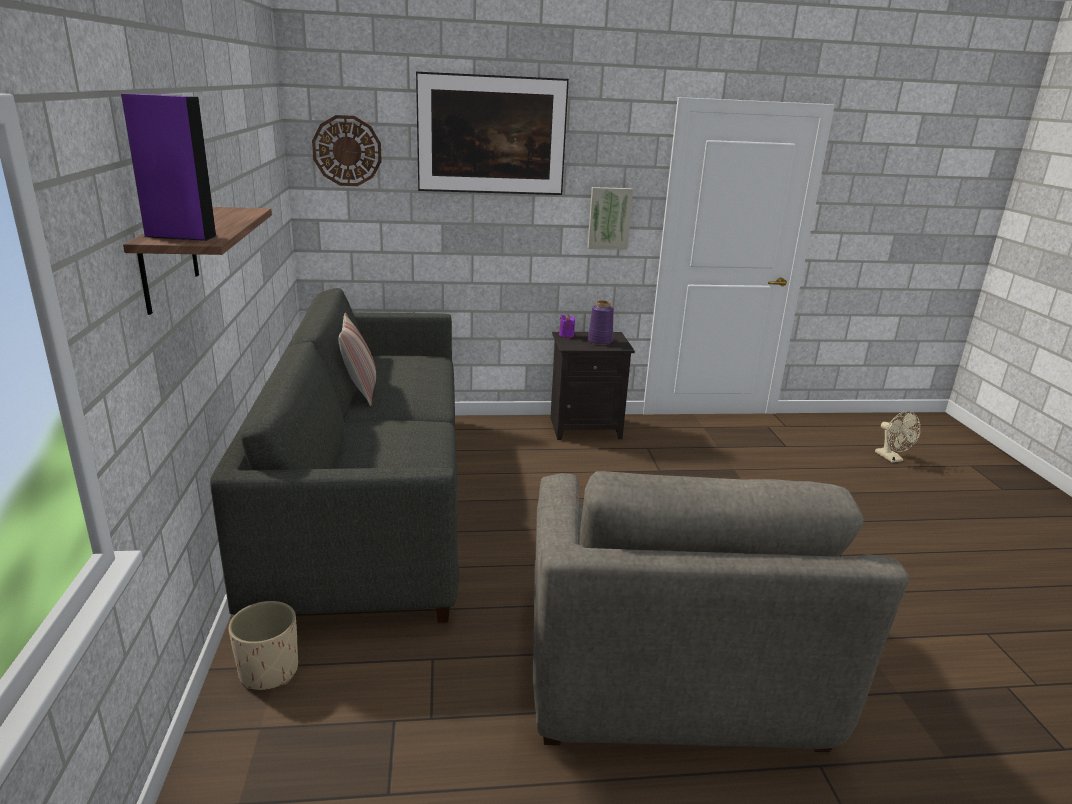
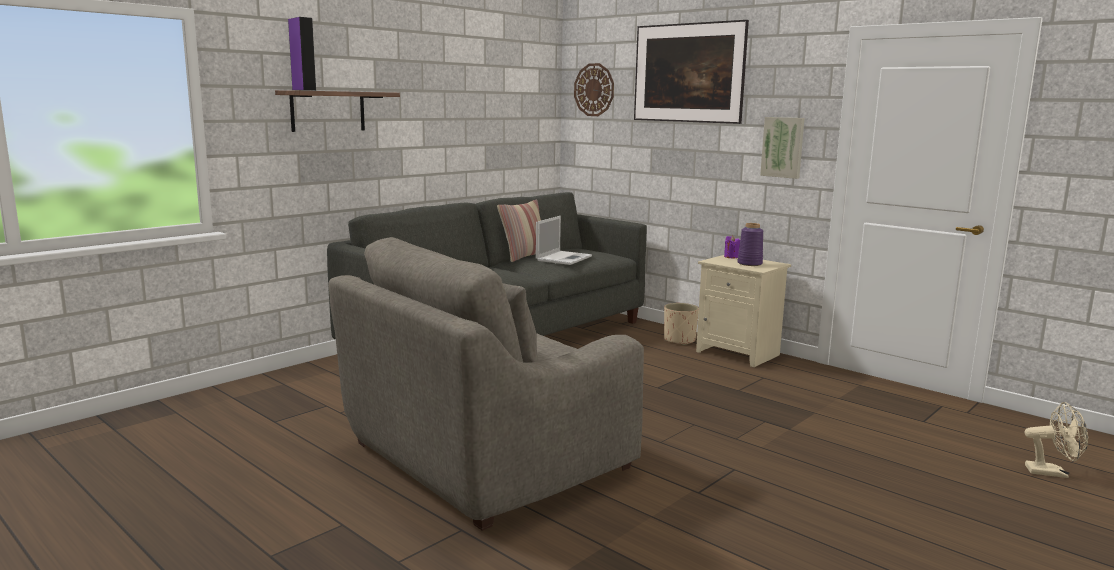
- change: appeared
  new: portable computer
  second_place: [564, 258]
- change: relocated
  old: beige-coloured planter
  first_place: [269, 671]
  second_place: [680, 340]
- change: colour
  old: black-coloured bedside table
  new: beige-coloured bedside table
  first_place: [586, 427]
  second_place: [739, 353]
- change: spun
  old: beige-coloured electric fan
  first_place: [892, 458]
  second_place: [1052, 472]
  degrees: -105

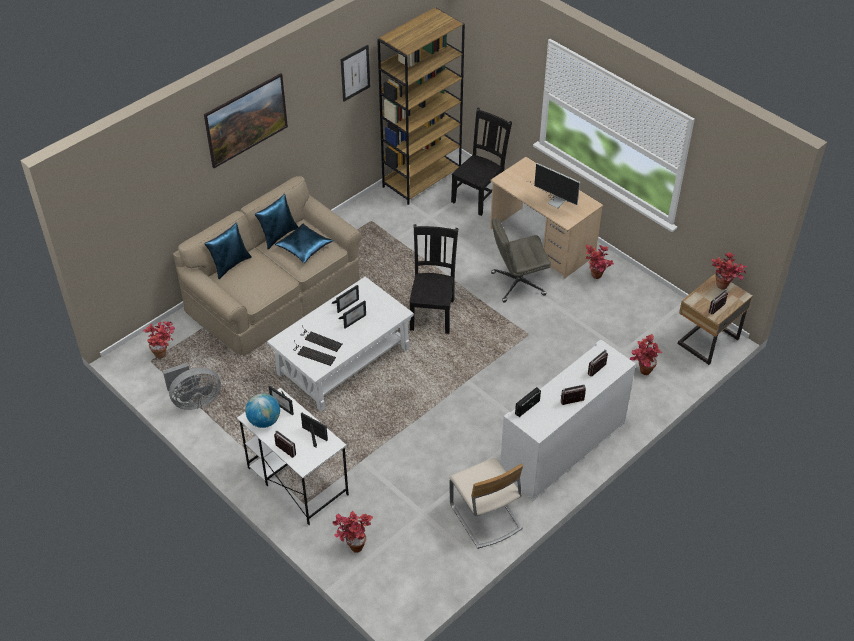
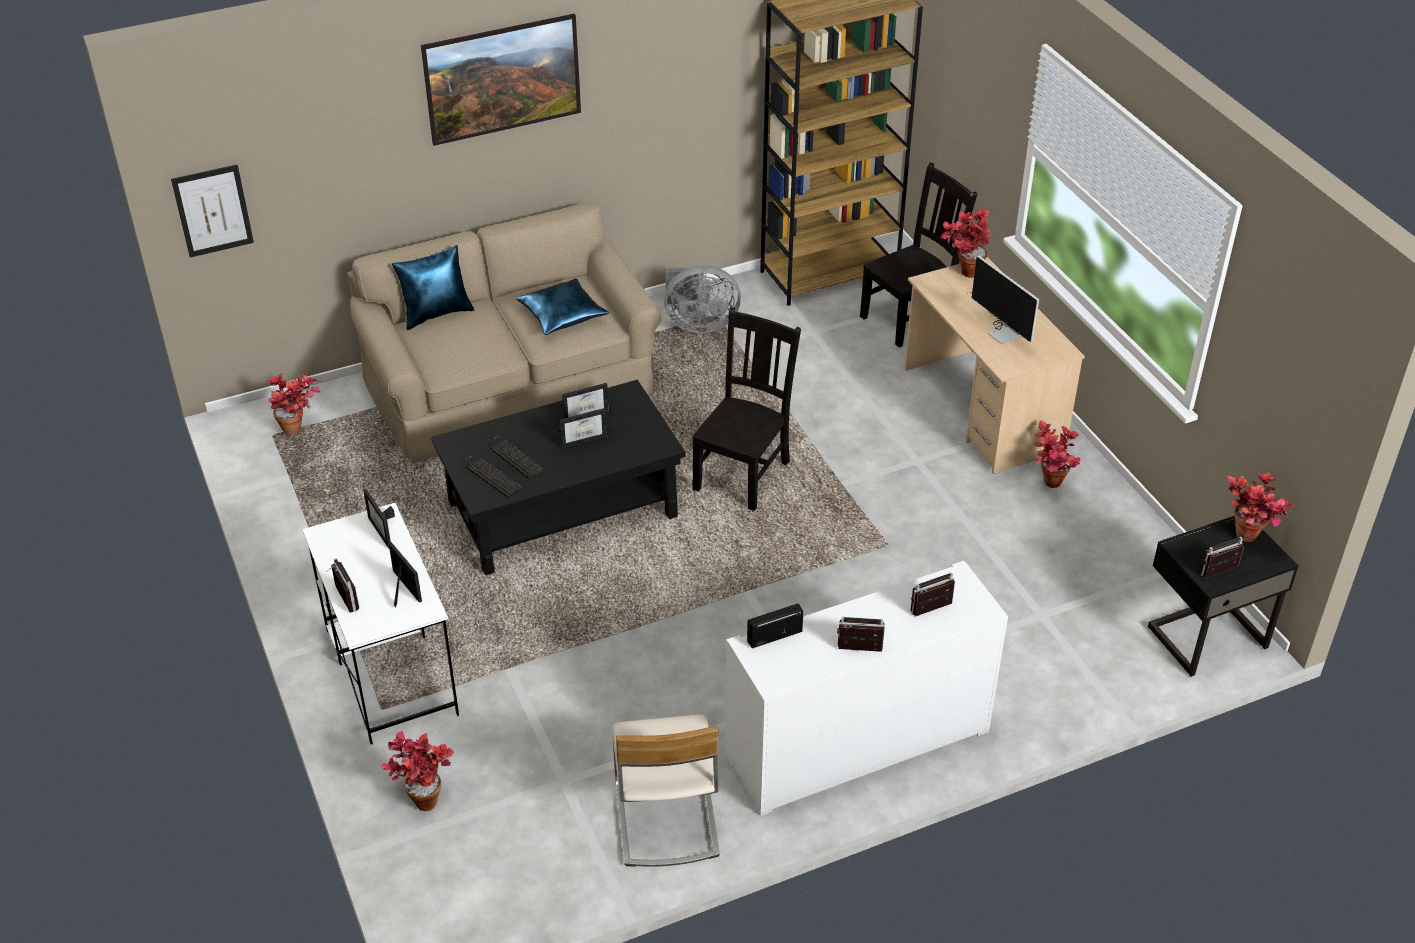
- change: missing
  old: globe
  first_place: [264, 421]
- change: missing
  old: blue cushion
  first_place: [278, 235]
- change: missing
  old: greyish desk chair
  first_place: [517, 284]
- change: relocated
  old: greyish electric fan
  first_place: [194, 401]
  second_place: [699, 324]
- change: relocated
  old: wall picture
  first_place: [355, 73]
  second_place: [213, 211]
- change: relocated
  old: plant in a pot
  first_place: [641, 372]
  second_place: [962, 272]
- change: colour
  old: white lounge table
  new: black-coloured lounge table
  first_place: [343, 360]
  second_place: [563, 509]
- change: colour
  old: beige-coloured bedside table
  new: black-coloured bedside table
  first_place: [706, 341]
  second_place: [1204, 636]

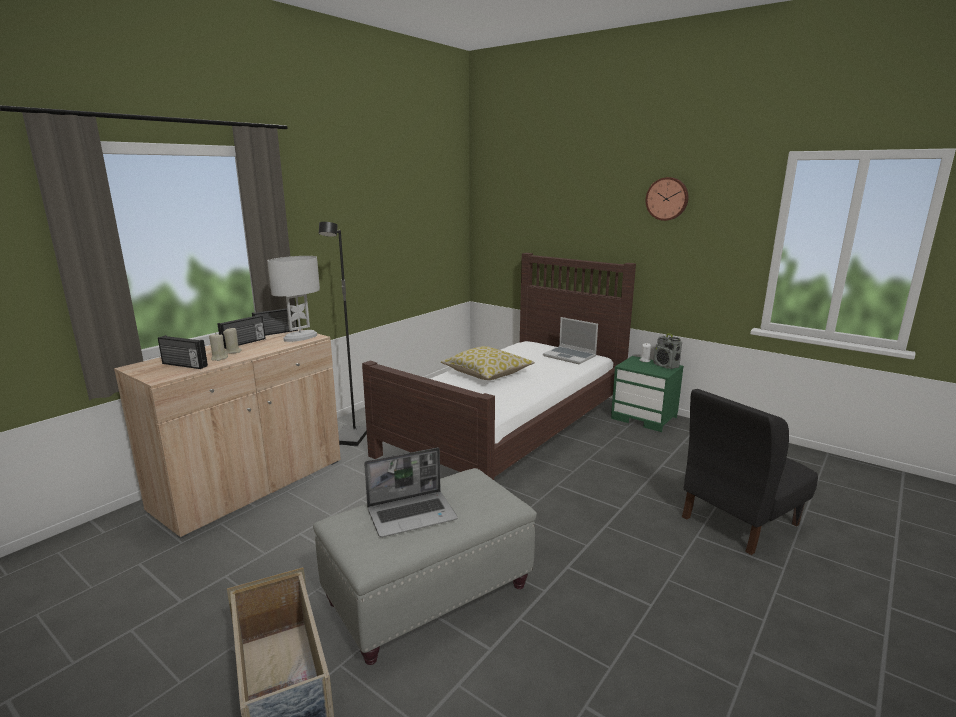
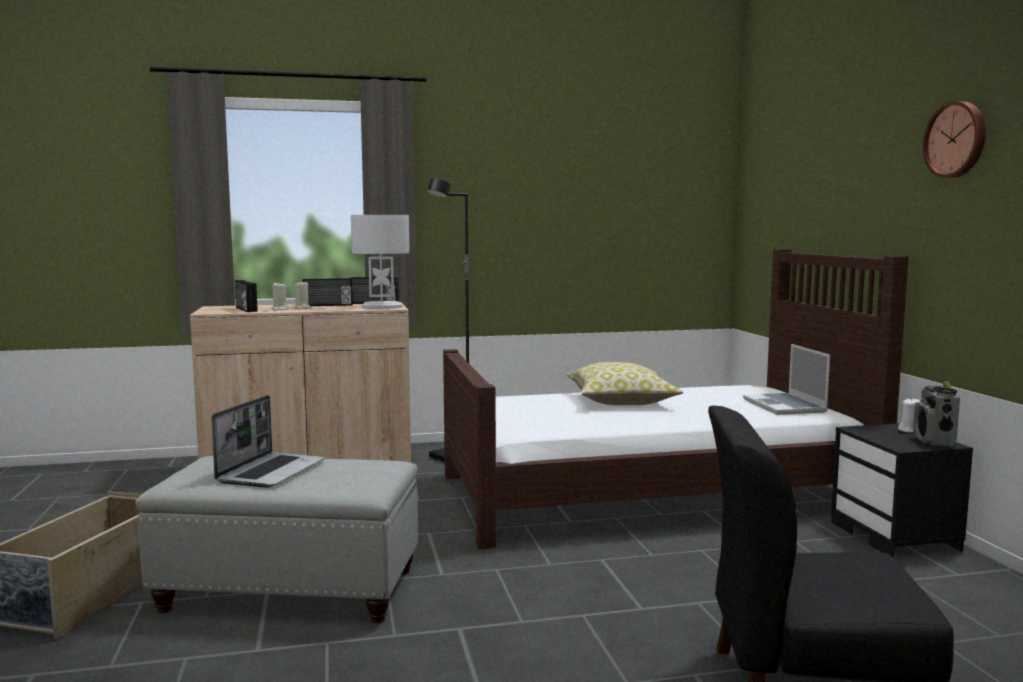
- change: colour
  old: green bedside table
  new: black-coloured bedside table
  first_place: [645, 418]
  second_place: [896, 536]
- change: spun
  old: portable computer
  first_place: [412, 514]
  second_place: [271, 471]
  degrees: -90

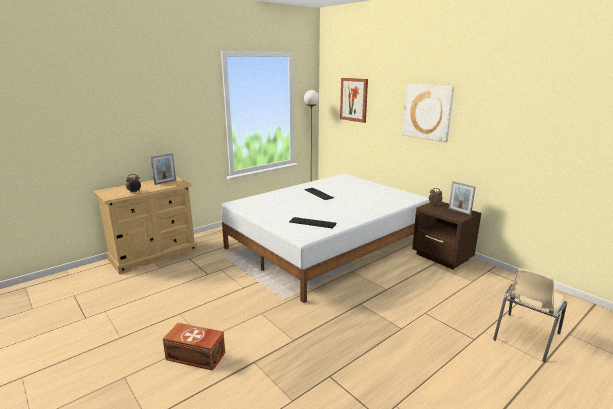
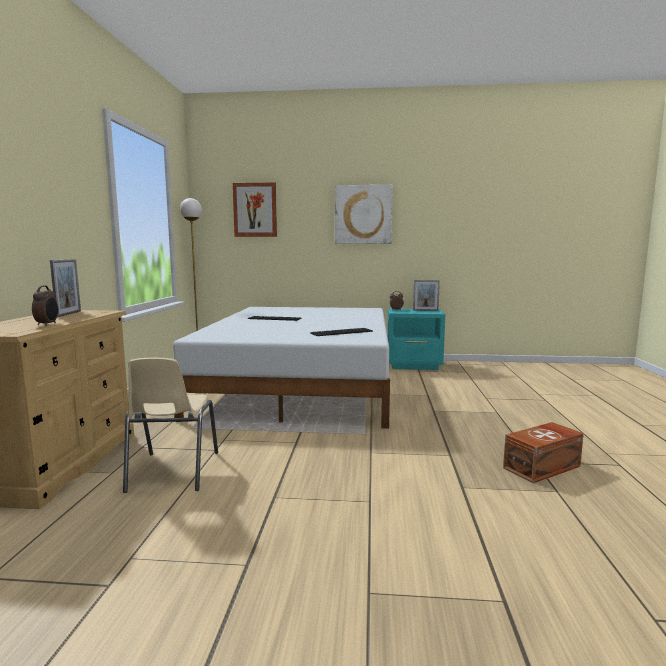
- change: relocated
  old: brown storage container
  first_place: [196, 356]
  second_place: [543, 467]
- change: relocated
  old: beige-coloured plain chair
  first_place: [525, 337]
  second_place: [172, 472]
- change: colour
  old: brown bedside table
  new: turquoise bedside table
  first_place: [442, 257]
  second_place: [414, 365]

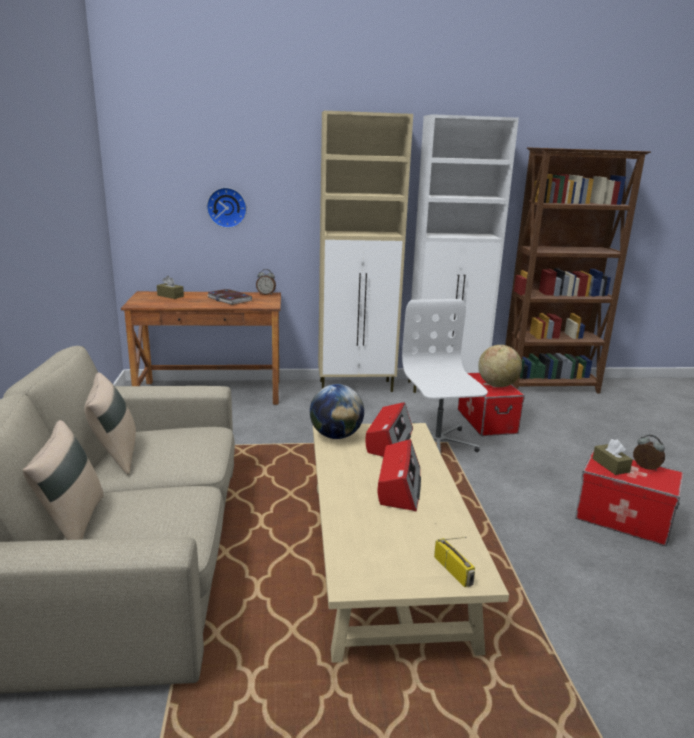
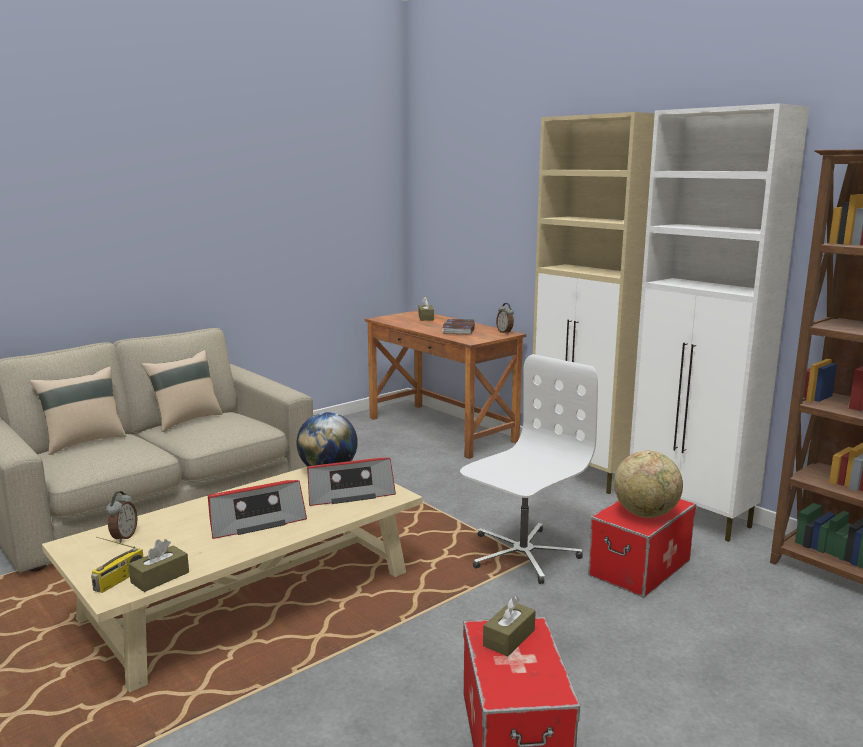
- change: missing
  old: clock on the wall
  first_place: [227, 207]
- change: appeared
  new: brown box of tissues
  second_place: [160, 577]
- change: relocated
  old: table clock
  first_place: [645, 468]
  second_place: [123, 537]

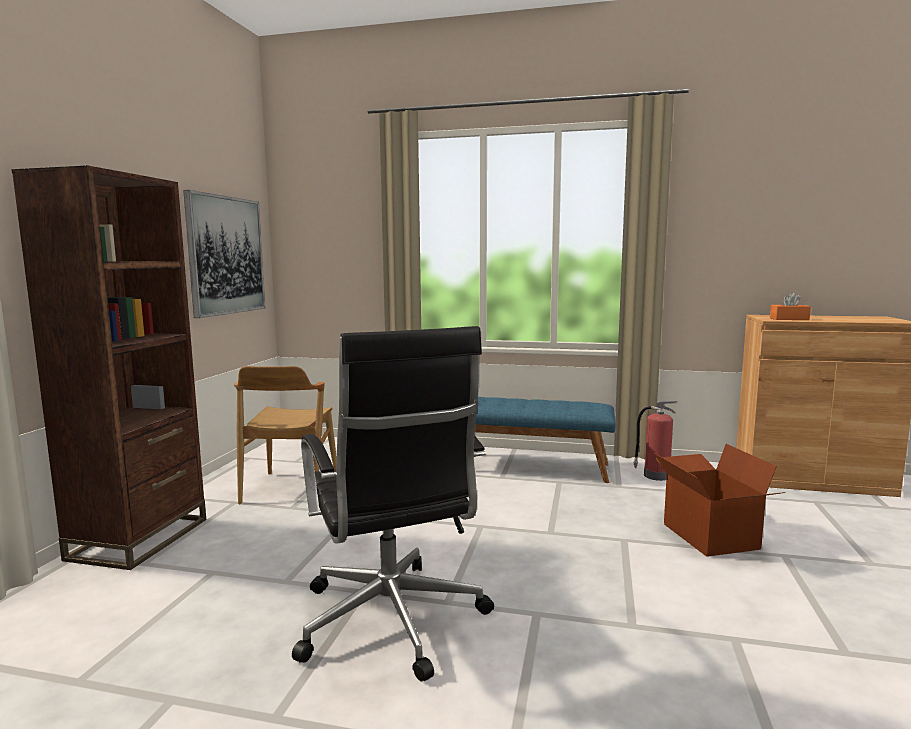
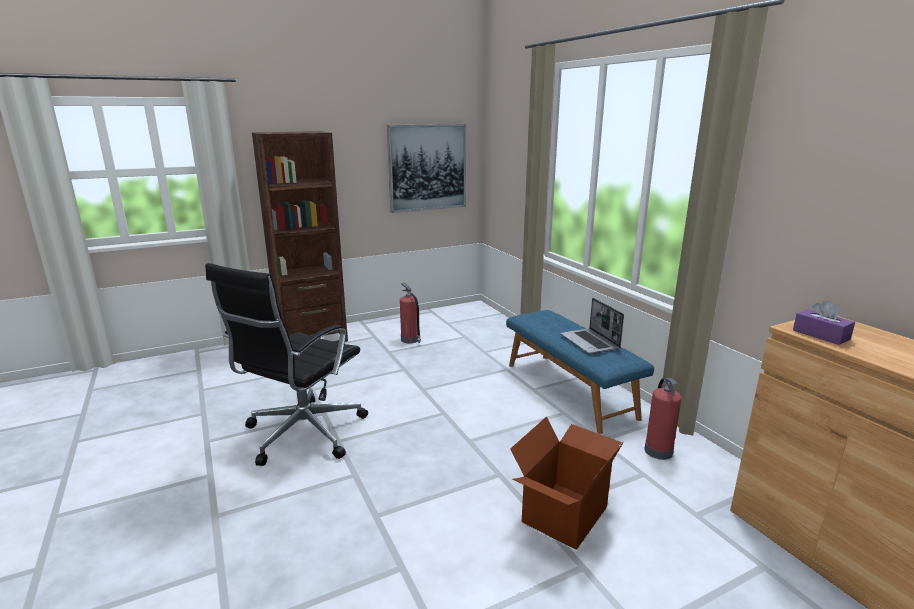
- change: appeared
  new: portable computer
  second_place: [590, 342]
- change: exchanged
  old: brown plain chair
  new: extinguisher
  first_place: [290, 488]
  second_place: [410, 340]
- change: colour
  old: orangey box of tissues
  new: purplish box of tissues
  first_place: [789, 319]
  second_place: [820, 335]

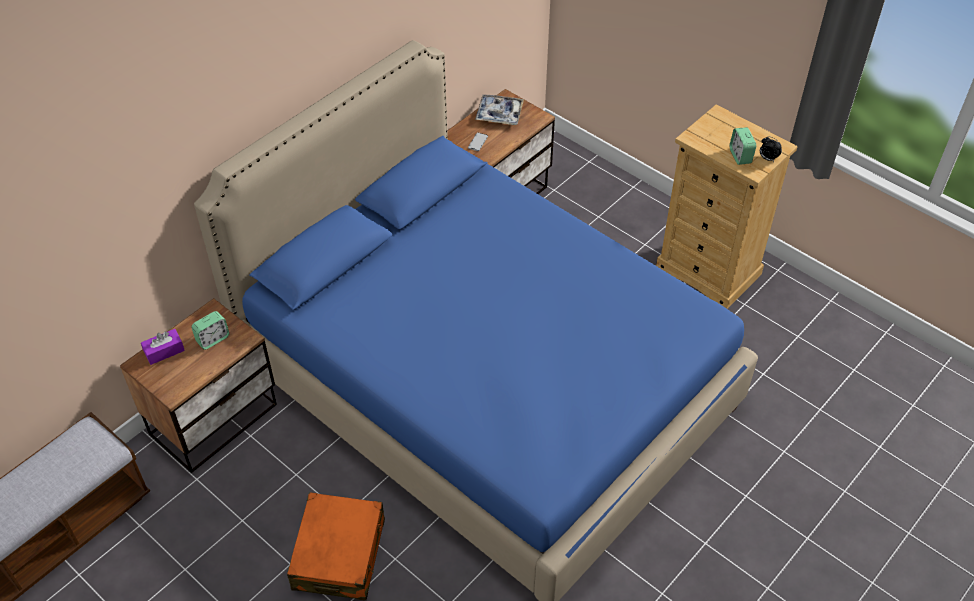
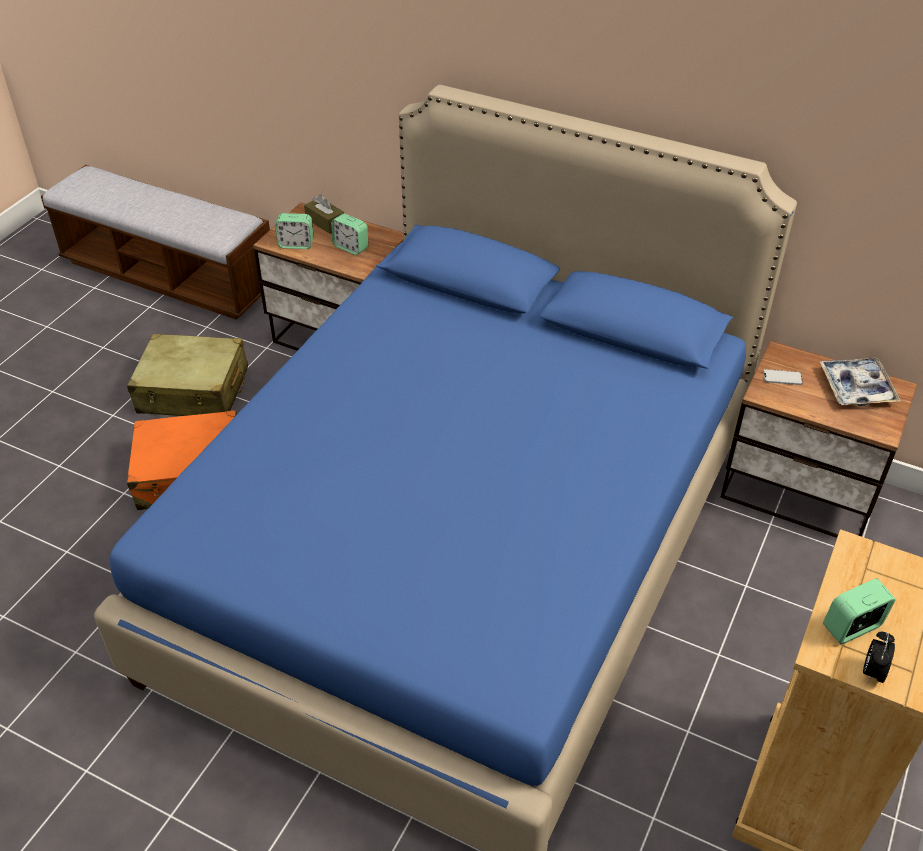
- change: appeared
  new: beige-coloured travel case
  second_place: [193, 391]
- change: appeared
  new: table clock
  second_place: [296, 244]
- change: colour
  old: purplish box of tissues
  new: brown box of tissues
  first_place: [164, 351]
  second_place: [325, 222]

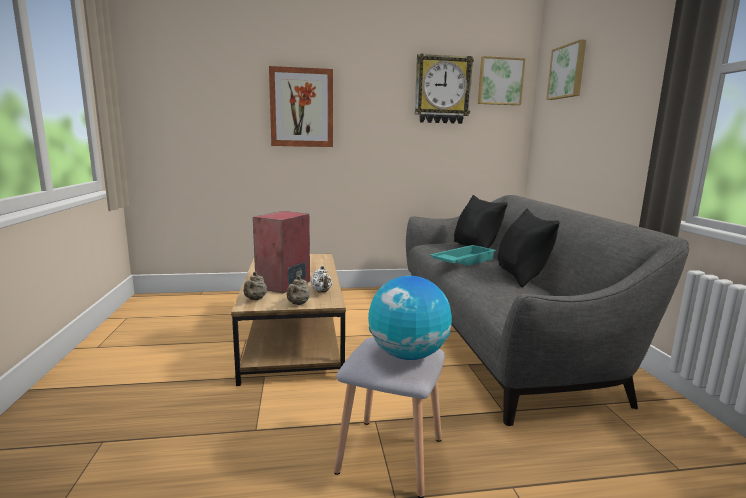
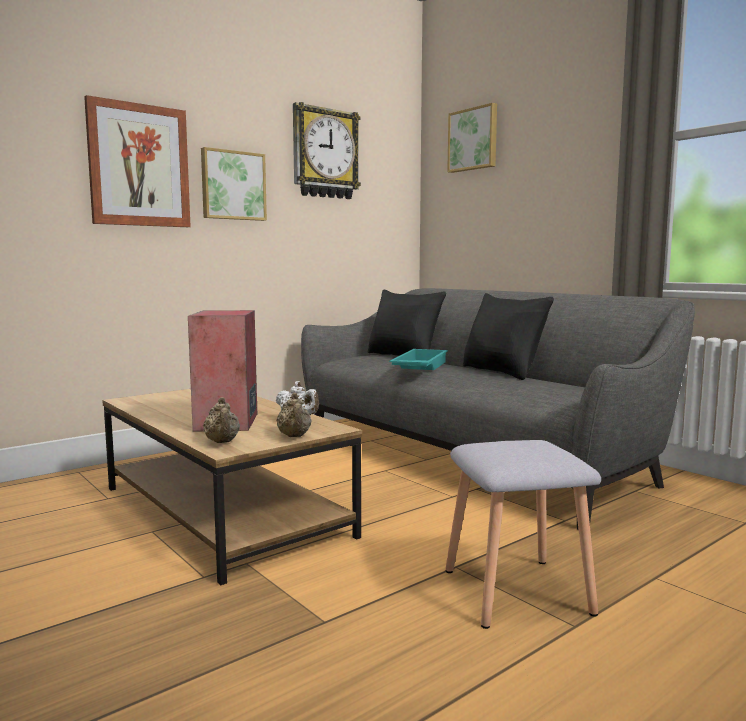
- change: missing
  old: globe
  first_place: [408, 355]
- change: relocated
  old: wall picture
  first_place: [500, 81]
  second_place: [233, 185]

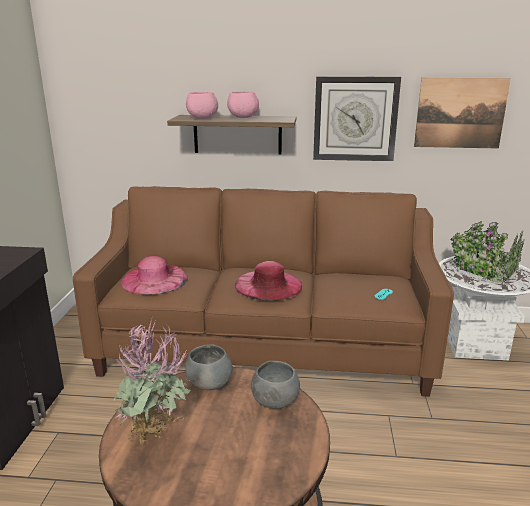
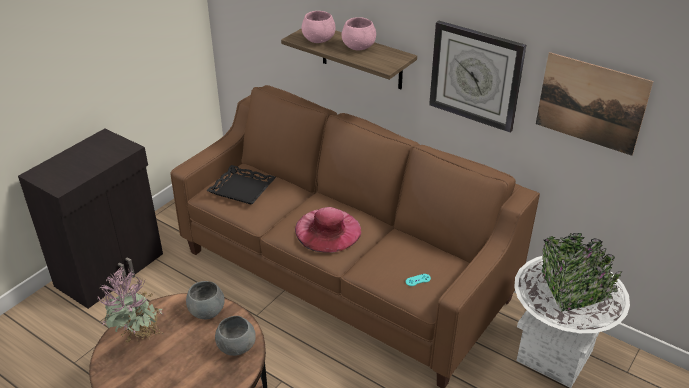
- change: exchanged
  old: pink clothing hat
  new: black-coloured tray
  first_place: [154, 279]
  second_place: [242, 189]

